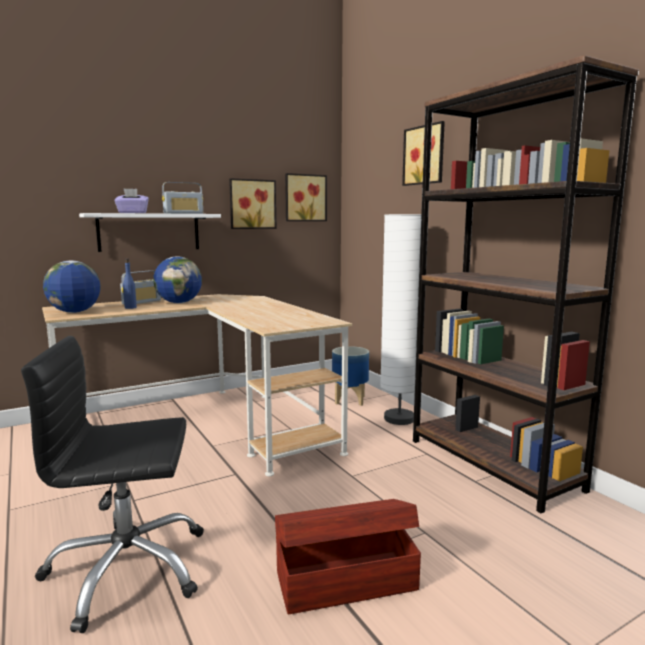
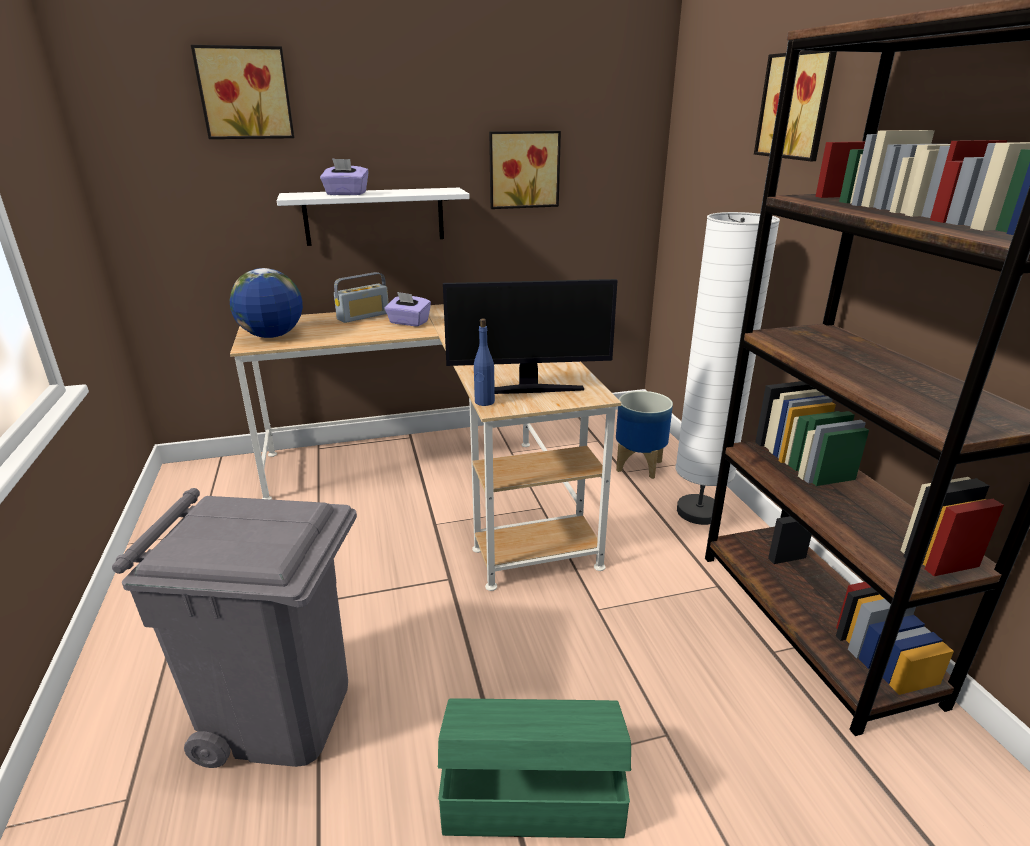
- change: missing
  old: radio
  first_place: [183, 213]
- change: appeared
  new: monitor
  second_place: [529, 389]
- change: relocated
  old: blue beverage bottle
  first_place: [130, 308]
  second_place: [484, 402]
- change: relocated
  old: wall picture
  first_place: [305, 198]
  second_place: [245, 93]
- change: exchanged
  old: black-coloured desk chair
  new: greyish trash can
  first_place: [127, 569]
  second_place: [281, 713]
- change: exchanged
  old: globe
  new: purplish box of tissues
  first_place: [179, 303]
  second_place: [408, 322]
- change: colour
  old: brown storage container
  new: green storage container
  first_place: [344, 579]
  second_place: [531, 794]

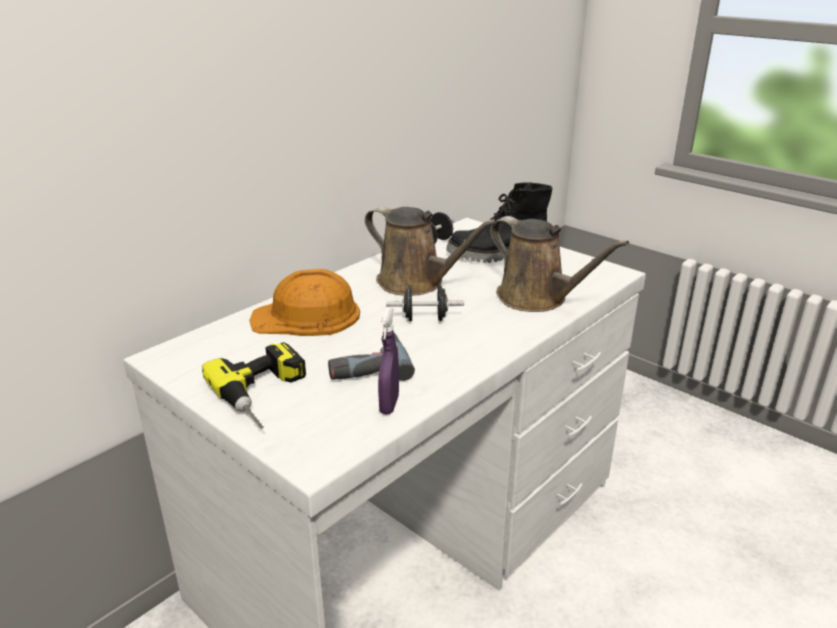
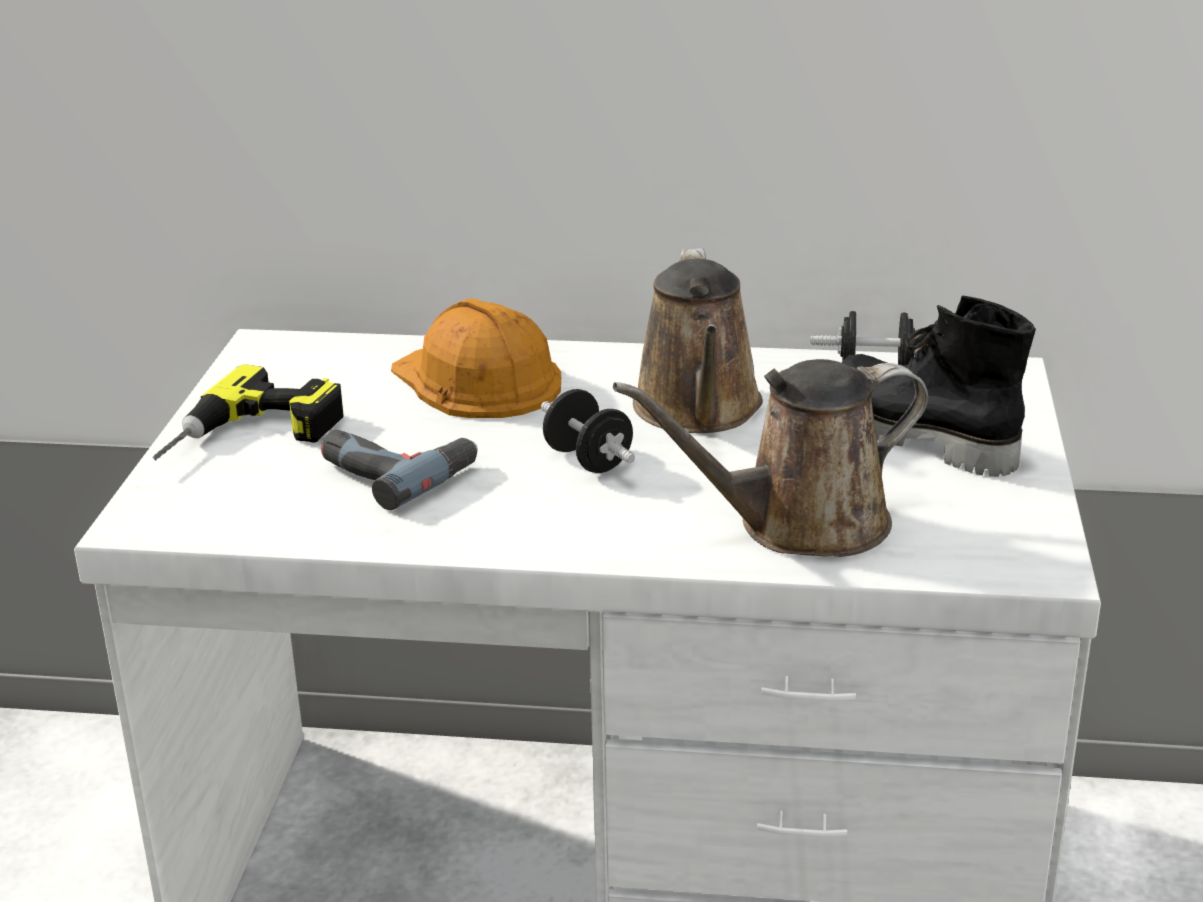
- change: missing
  old: purplish spray bottle
  first_place: [389, 405]
- change: spun
  old: brown watering pot
  first_place: [537, 298]
  second_place: [799, 525]
  degrees: 60

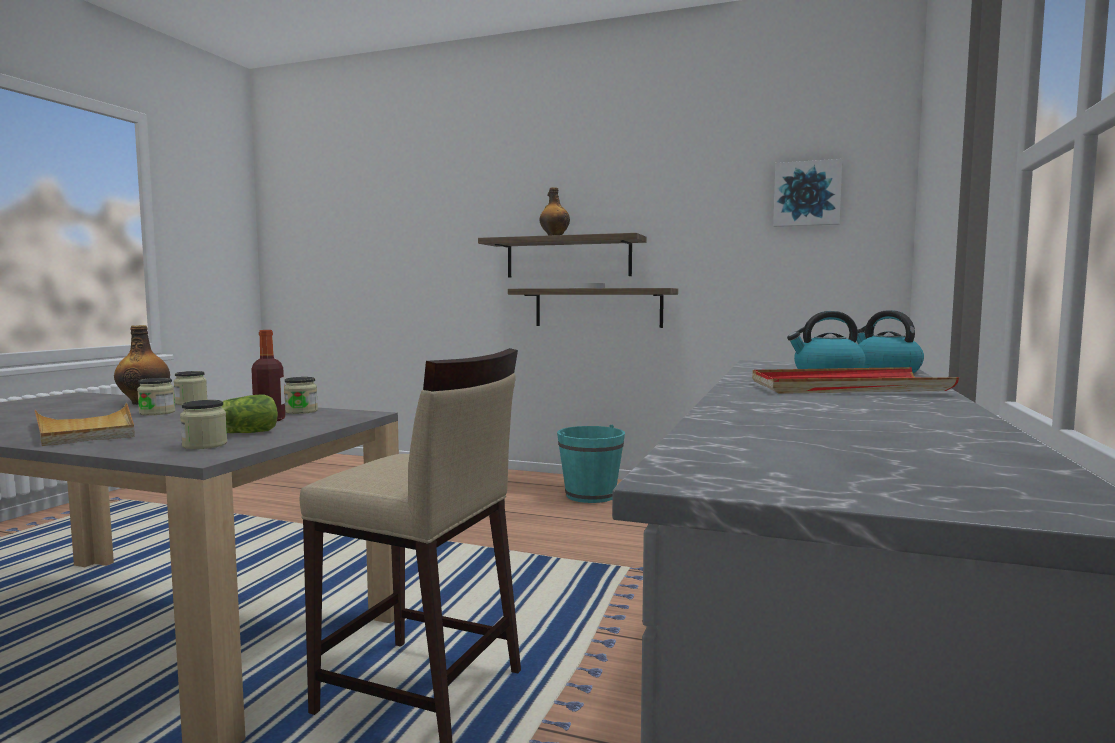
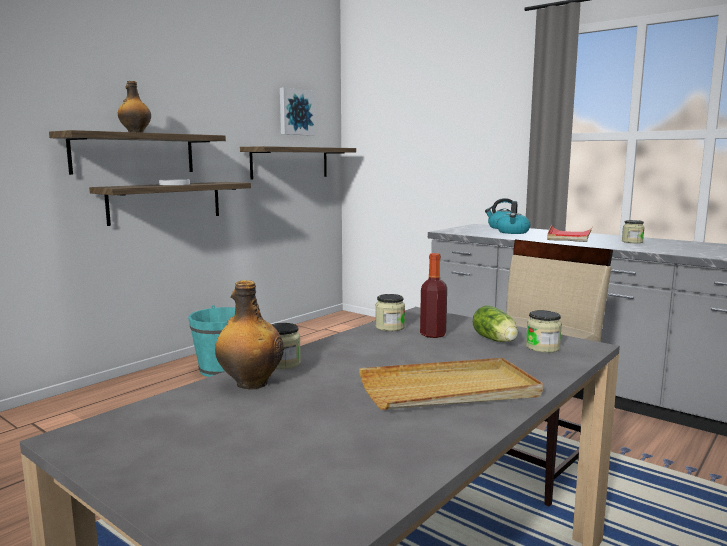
- change: appeared
  new: bracket shelf
  second_place: [290, 162]
- change: relocated
  old: storage jar
  first_place: [157, 413]
  second_place: [632, 242]

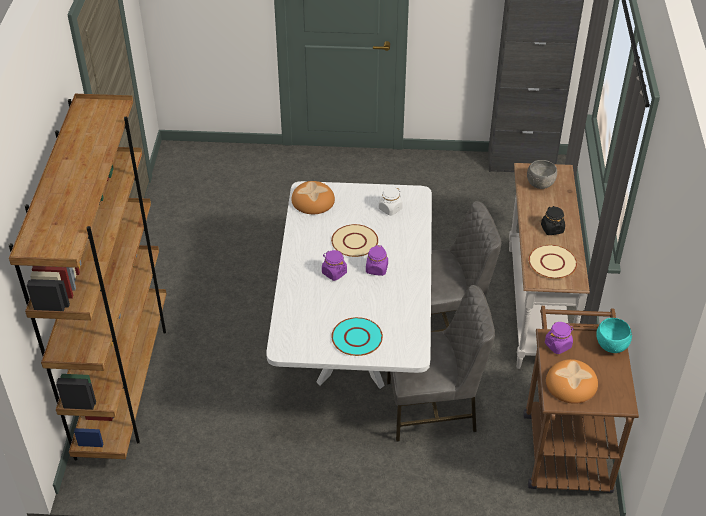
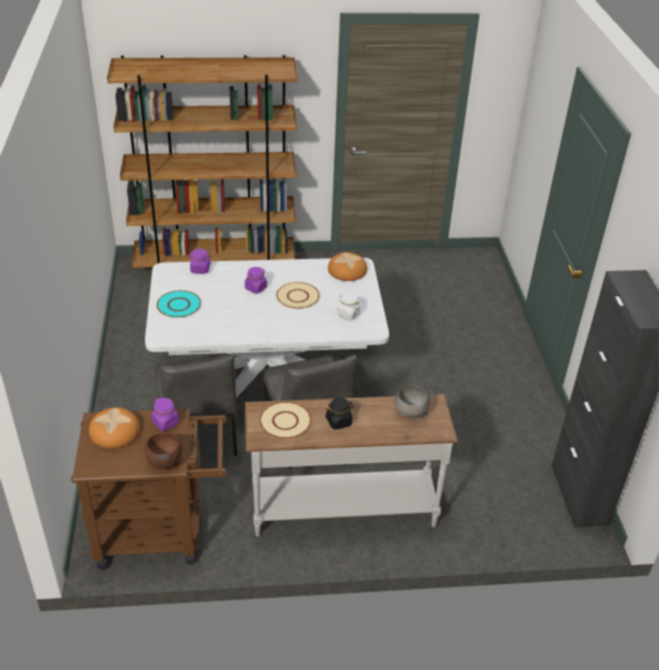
- change: relocated
  old: purplish storage jar
  first_place: [377, 269]
  second_place: [200, 269]
- change: colour
  old: turquoise serving bowl
  new: brown serving bowl
  first_place: [611, 346]
  second_place: [164, 462]

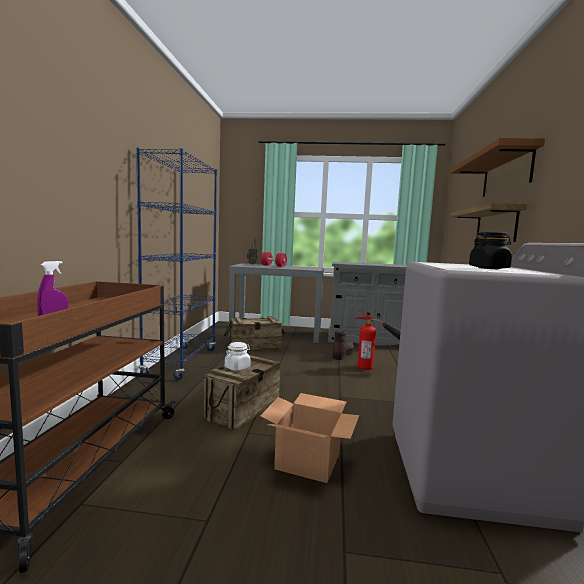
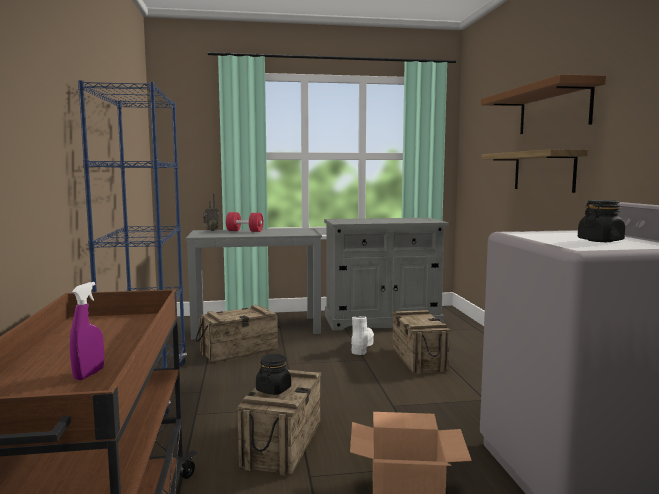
- change: exchanged
  old: extinguisher
  new: packing crate
  first_place: [380, 368]
  second_place: [418, 359]
- change: colour
  old: white storage jar
  new: black-coloured storage jar
  first_place: [237, 367]
  second_place: [273, 389]
- change: colour
  old: brown high-top boot
  new: white high-top boot
  first_place: [342, 354]
  second_place: [362, 346]

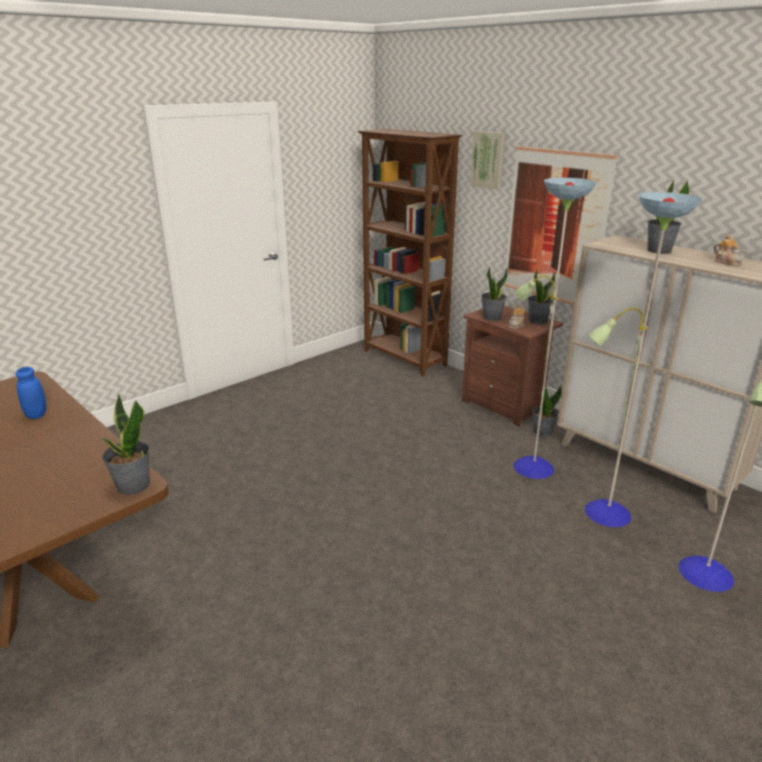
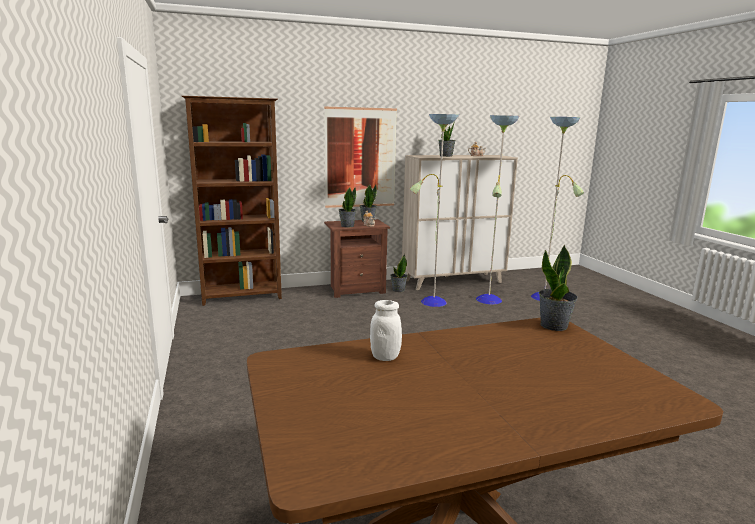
- change: missing
  old: wall picture
  first_place: [488, 160]
- change: colour
  old: blue storage jar
  new: white storage jar
  first_place: [36, 414]
  second_place: [385, 357]

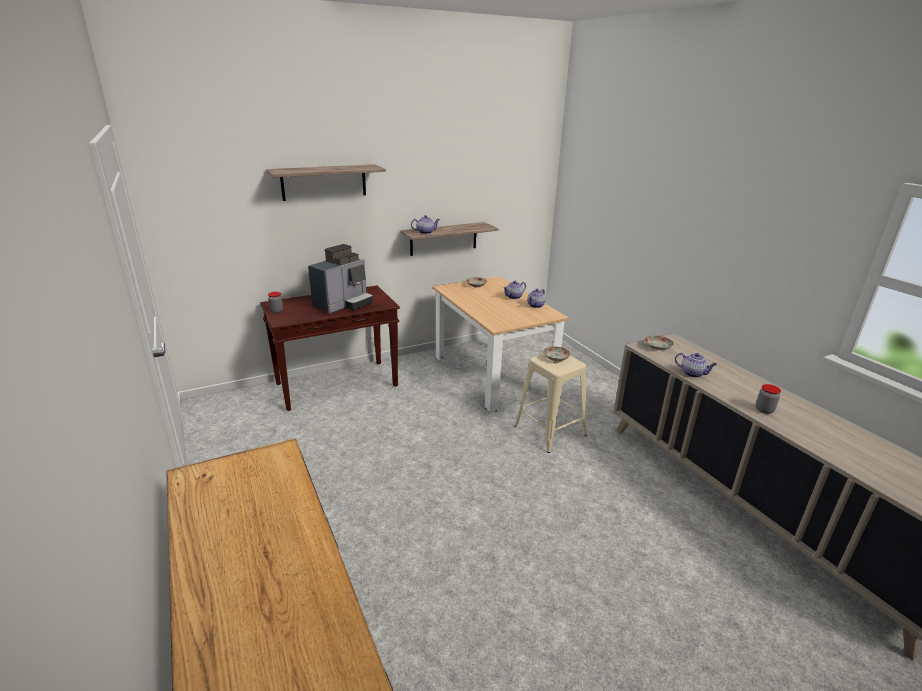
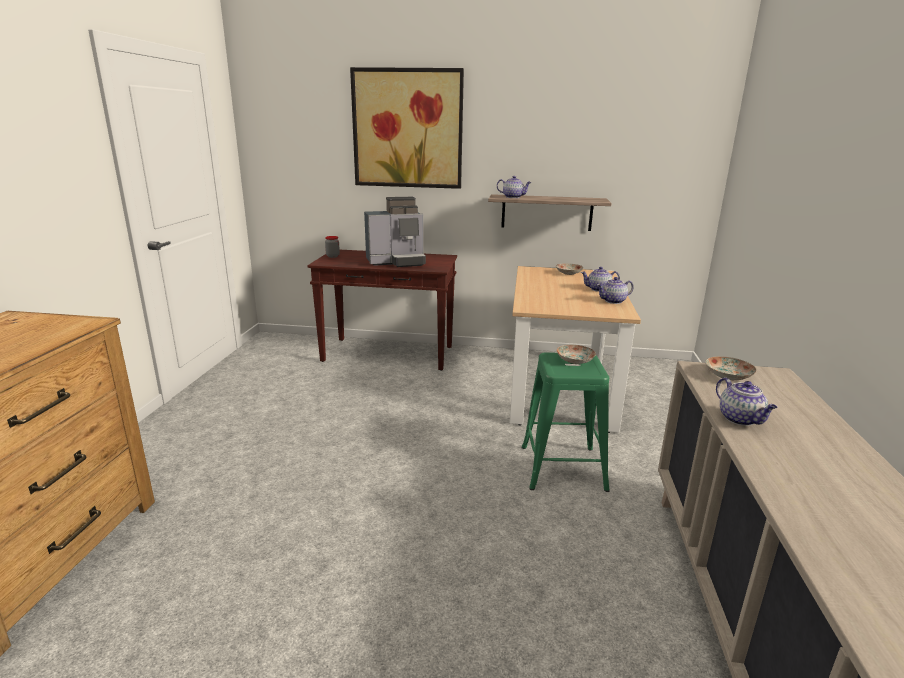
- change: missing
  old: storage jar
  first_place: [764, 410]
- change: exchanged
  old: bracket shelf
  new: wall picture
  first_place: [324, 182]
  second_place: [407, 129]
- change: colour
  old: beige-coloured stool
  new: green stool
  first_place: [549, 430]
  second_place: [562, 467]

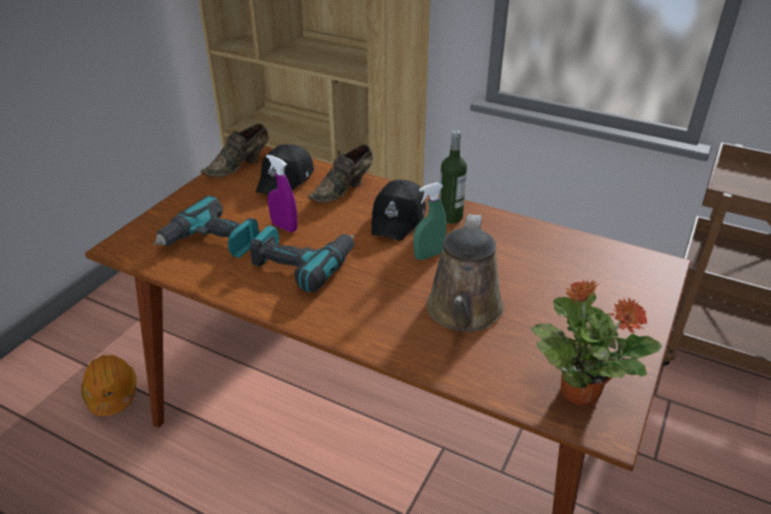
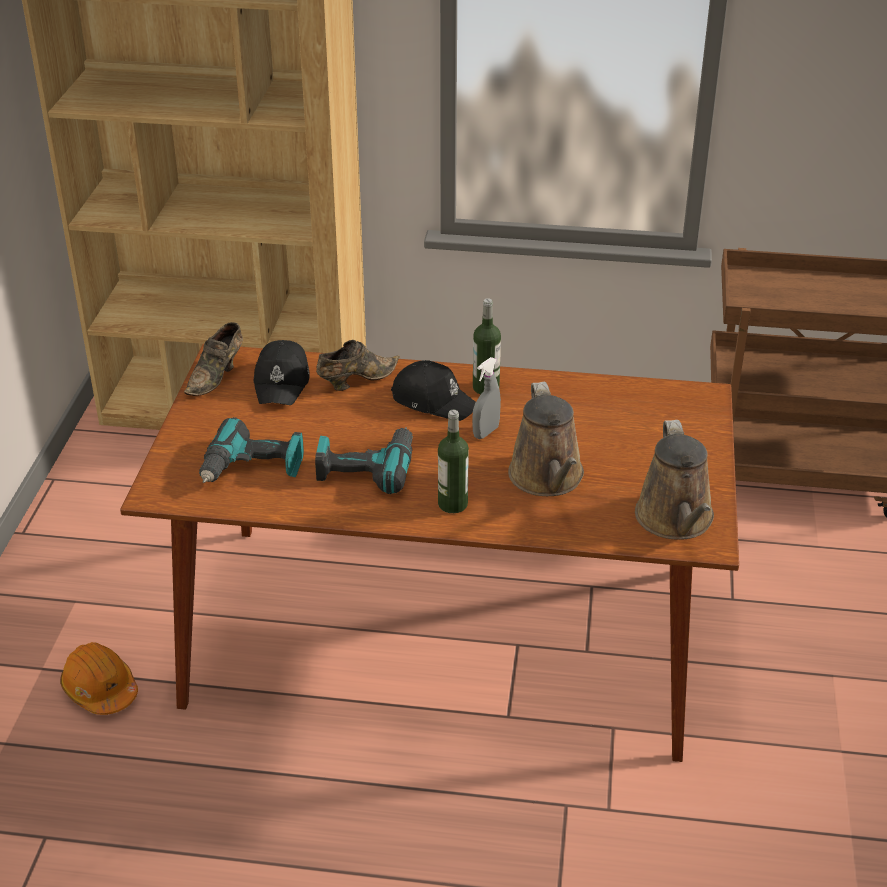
- change: missing
  old: purplish spray bottle
  first_place: [284, 227]
- change: appeared
  new: beverage bottle
  second_place: [452, 504]
- change: exchanged
  old: plant in a pot
  new: brown watering pot
  first_place: [578, 390]
  second_place: [676, 520]
- change: colour
  old: green spray bottle
  new: greyish spray bottle
  first_place: [428, 255]
  second_place: [486, 432]
- change: spun
  old: brown item of footwear
  first_place: [344, 190]
  second_place: [356, 381]
  degrees: -150
- change: spun
  old: black-coloured cap
  first_place: [399, 218]
  second_place: [434, 400]
  degrees: -60

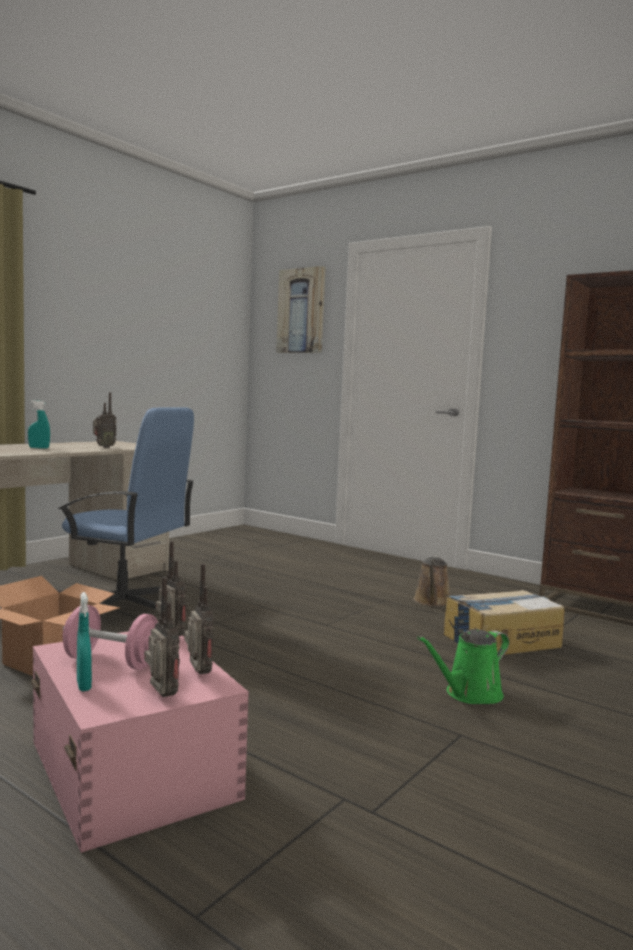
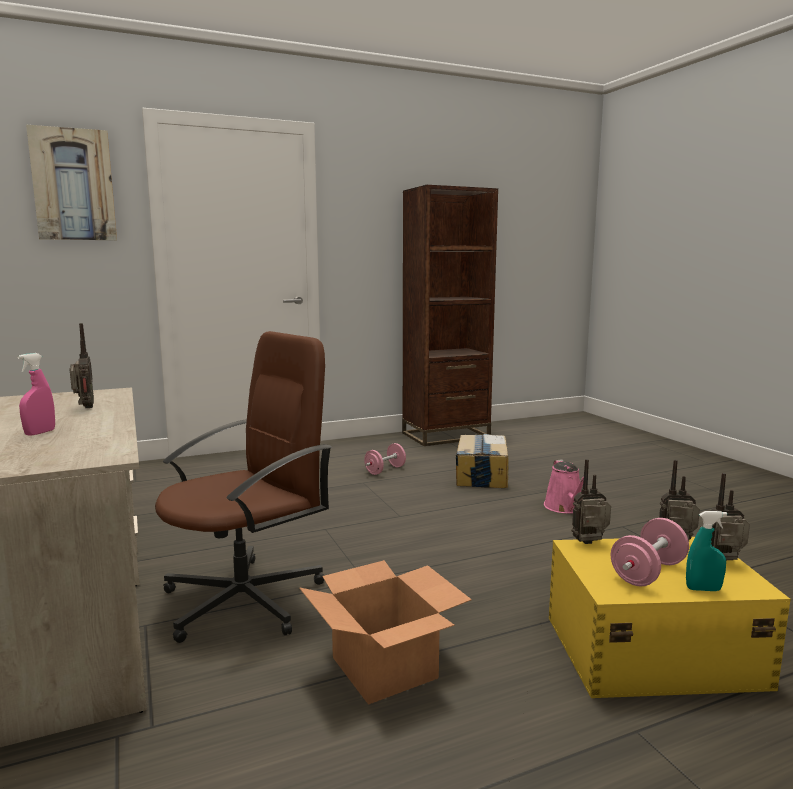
- change: exchanged
  old: brown watering pot
  new: pink hand weight
  first_place: [432, 602]
  second_place: [385, 470]
- change: colour
  old: turquoise spray bottle
  new: pink spray bottle
  first_place: [39, 448]
  second_place: [40, 433]
- change: colour
  old: pink storage container
  new: yellowish storage container
  first_place: [133, 767]
  second_place: [649, 650]
- change: colour
  old: blue desk chair
  new: brown desk chair
  first_place: [124, 608]
  second_place: [246, 599]
- change: colour
  old: green watering pot
  new: pink watering pot
  first_place: [469, 694]
  second_place: [565, 507]

